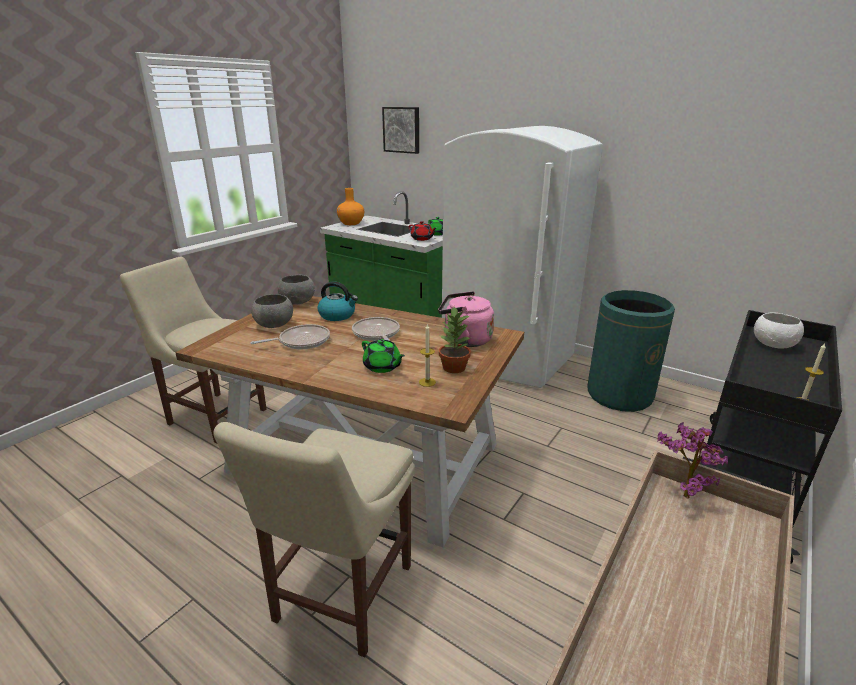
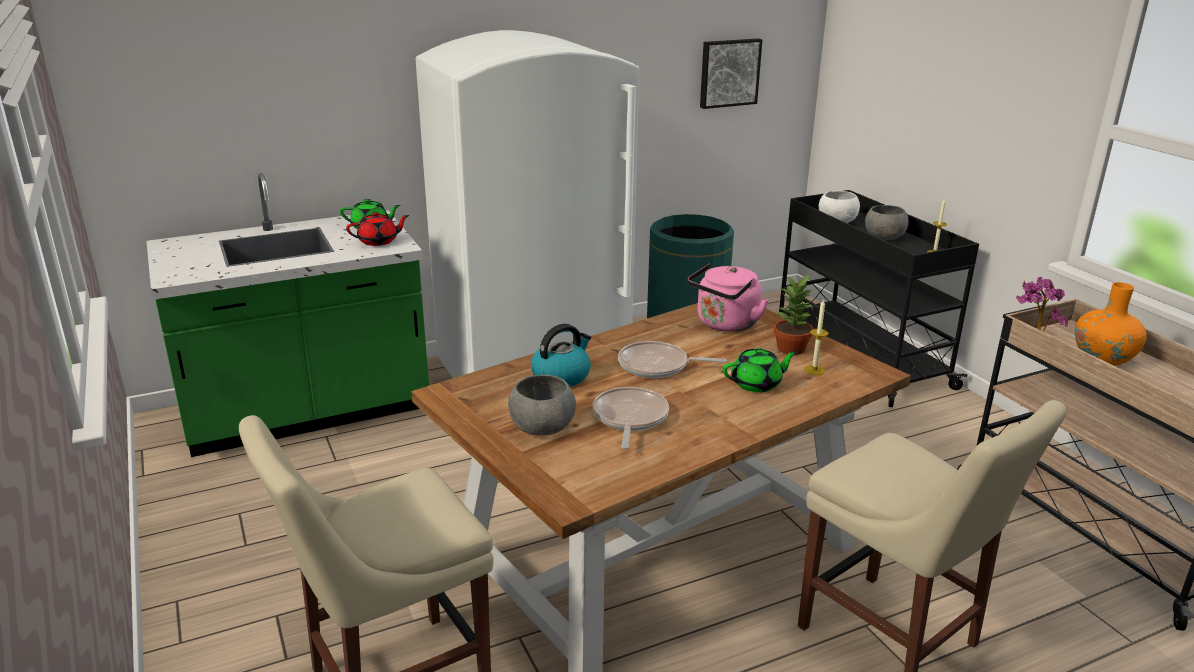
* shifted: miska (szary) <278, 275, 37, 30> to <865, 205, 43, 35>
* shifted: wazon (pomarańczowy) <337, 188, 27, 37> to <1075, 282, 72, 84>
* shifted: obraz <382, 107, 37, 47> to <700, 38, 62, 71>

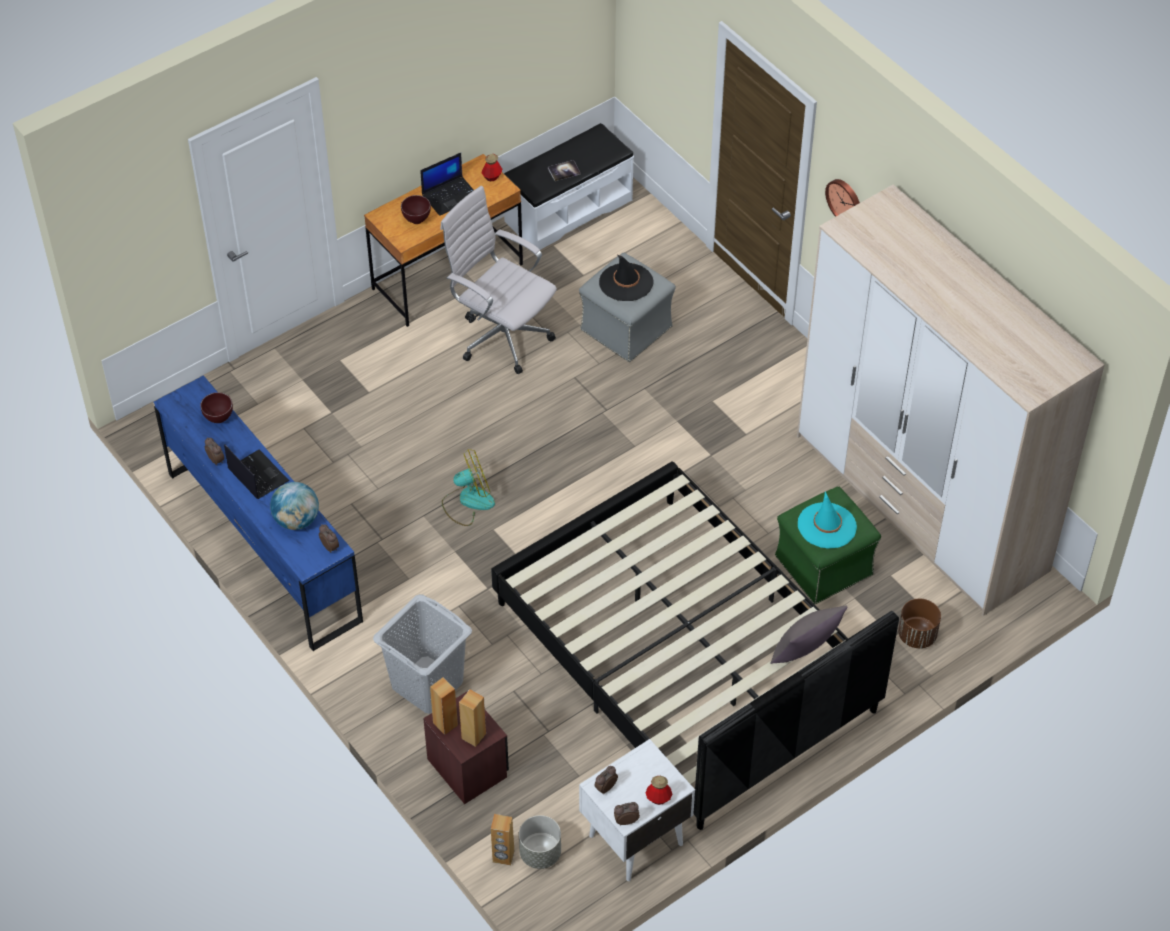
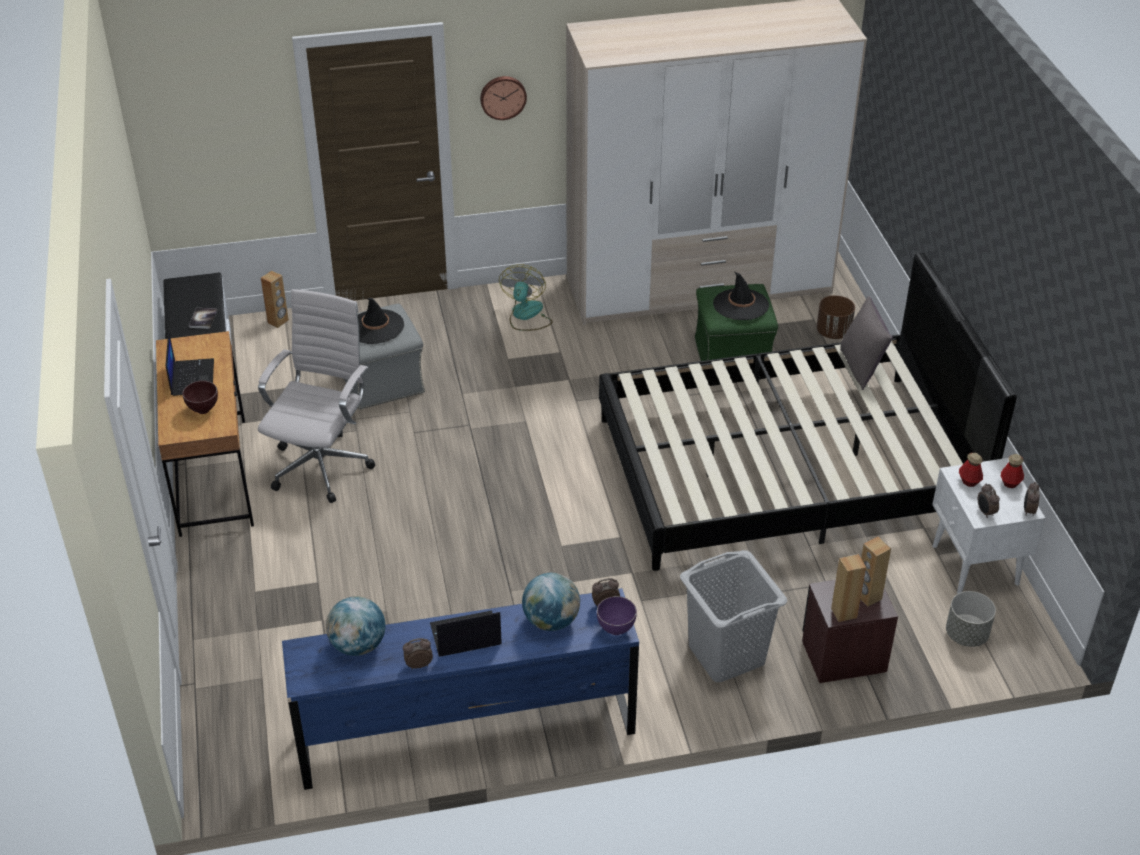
* swapped: miska (brązowy) <200, 392, 33, 31> to globus <326, 596, 60, 60>
* rotated: krzesło biurowe (biały) <440, 186, 117, 188> = <258, 289, 117, 214> 135 degrees clockwise
* shifted: wentylator <442, 450, 53, 76> to <499, 264, 53, 67>
* shifted: butelka <481, 154, 21, 28> to <959, 453, 24, 34>
* shifted: głośnik (brązowy) <491, 814, 23, 52> to <261, 271, 28, 57>
* repainted: kapelusz (turkusowy) <798, 492, 59, 57> to kapelusz (czarny) <713, 271, 56, 49>
* new: miska (fioletowy) <597, 596, 40, 39>

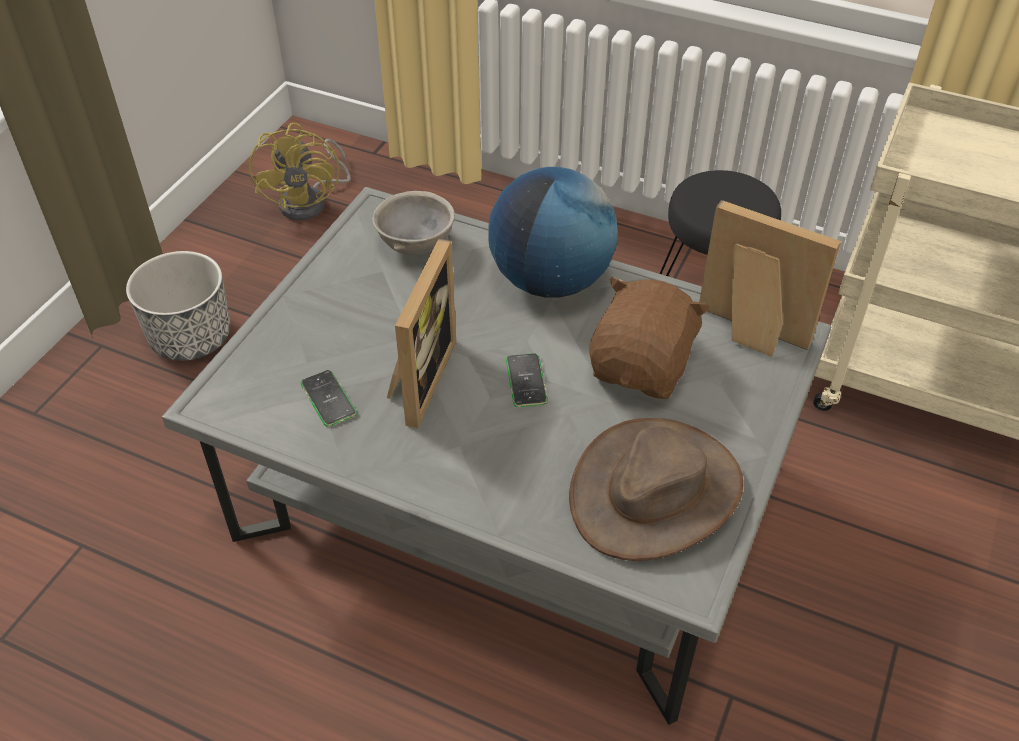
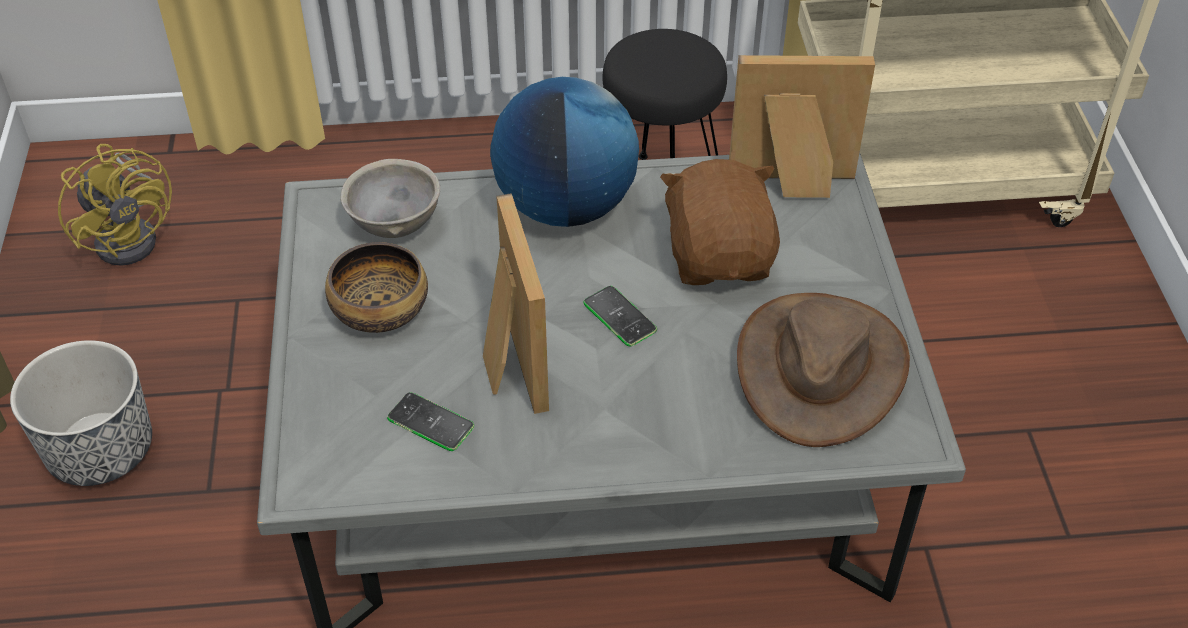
* new: miska <325, 242, 103, 91>

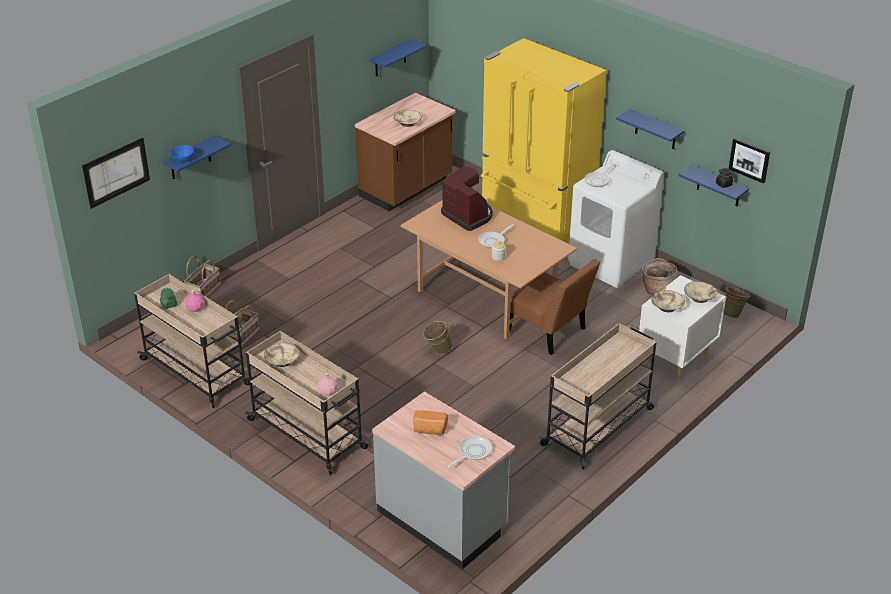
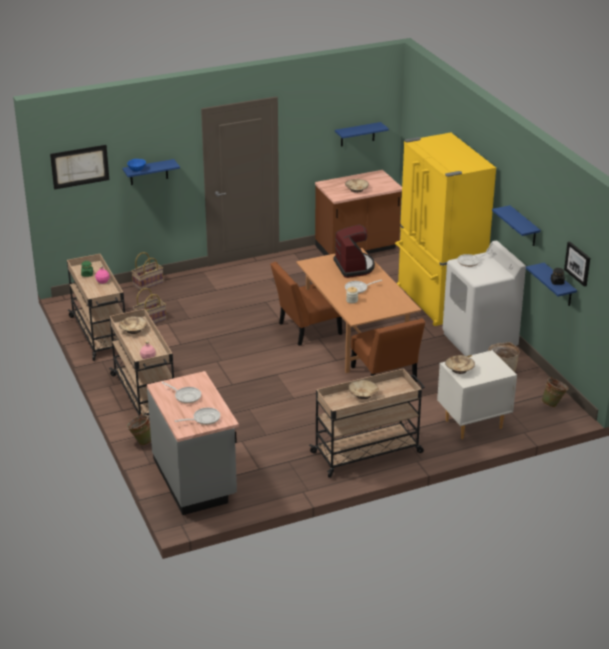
* swapped: chleb <413, 410, 35, 25> to patelnia <162, 382, 39, 21>
* shifted: wiadro (zielony) <423, 321, 30, 33> to <127, 413, 24, 33>
* shifted: miska (beżowy) <684, 281, 34, 22> to <348, 379, 31, 20>
* new: krzesło (brązowy) <270, 262, 72, 84>

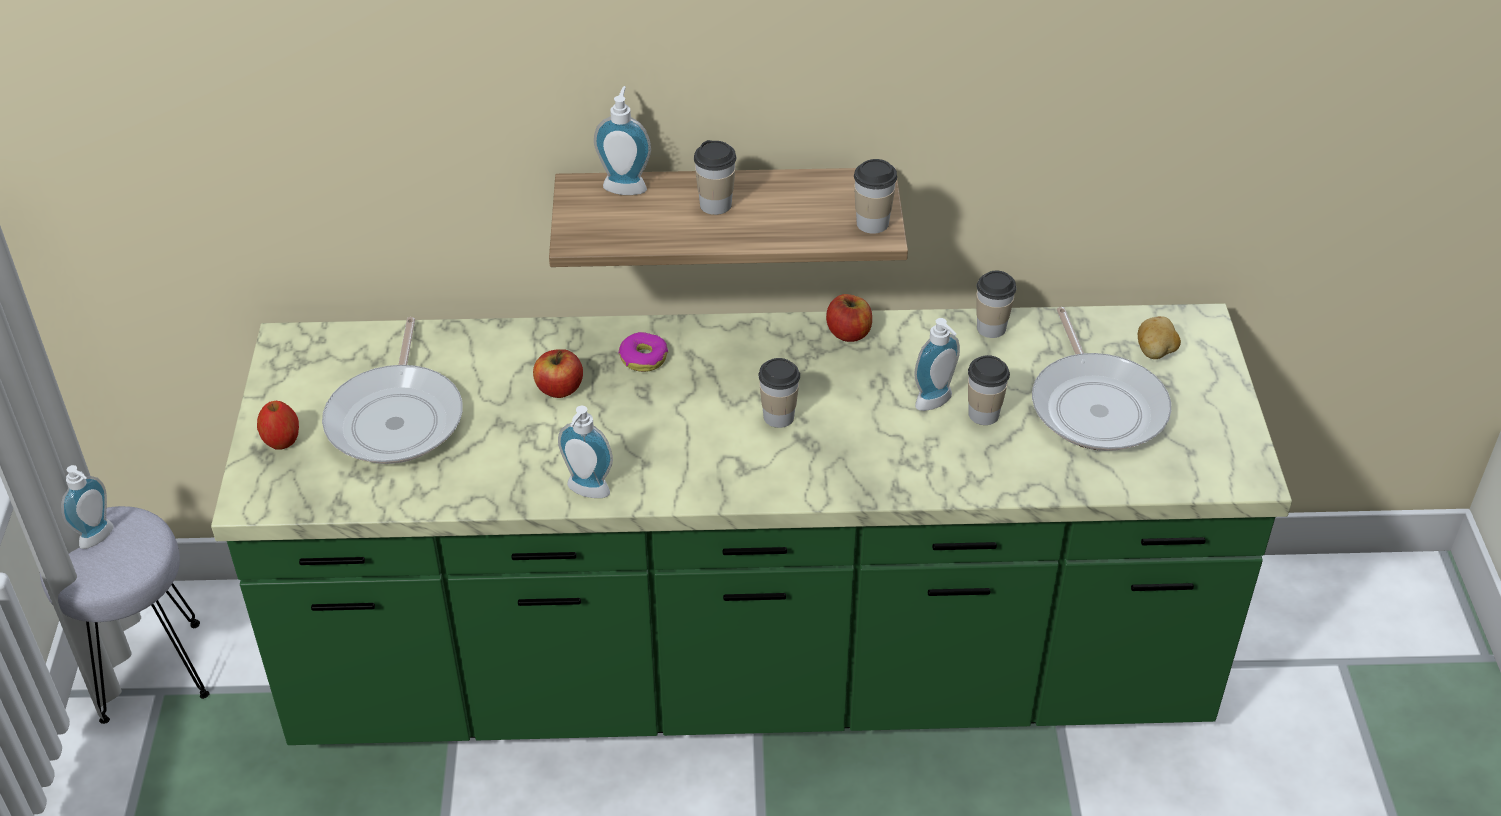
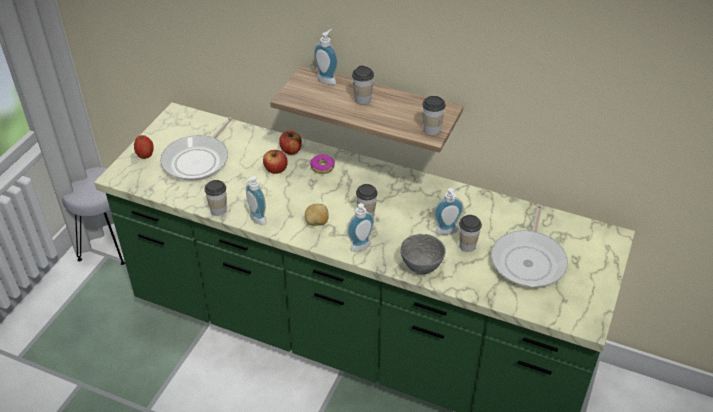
* shifted: dozownik mydła <61, 465, 53, 84> to <347, 203, 27, 49>
* shifted: jabłko <826, 294, 46, 48> to <279, 130, 23, 25>
* shifted: filiżanka <976, 271, 40, 67> to <205, 180, 22, 36>
* shifted: ziemniak <1138, 316, 43, 43> to <305, 203, 24, 23>
* new: miska (szary) <400, 234, 46, 40>

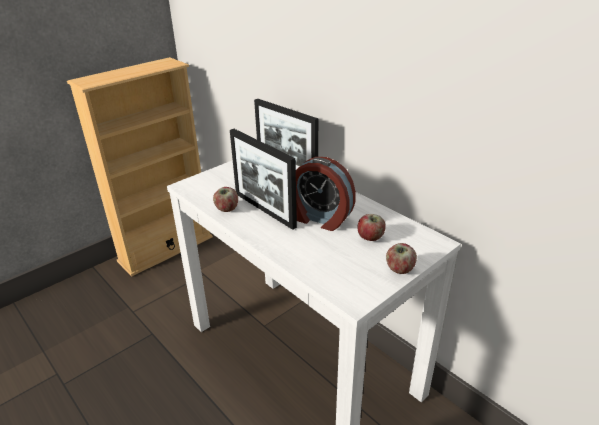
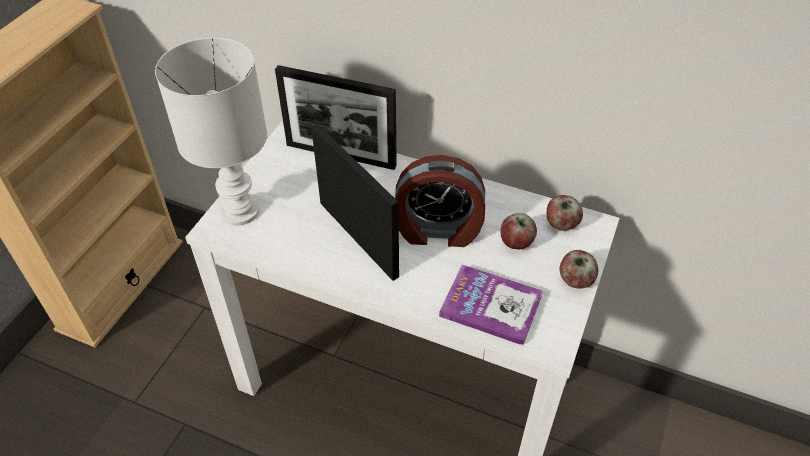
* shifted: jabłko <213, 187, 25, 25> to <547, 195, 36, 36>
* rotated: ramka na zdjęcie <230, 129, 67, 101> = <311, 124, 88, 157> 150 degrees counterclockwise
* new: lampa stołowa (biały) <155, 37, 112, 188>
* new: książka <439, 264, 104, 81>

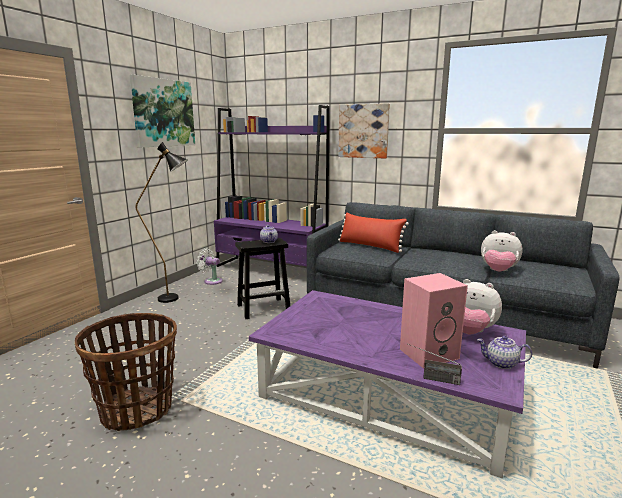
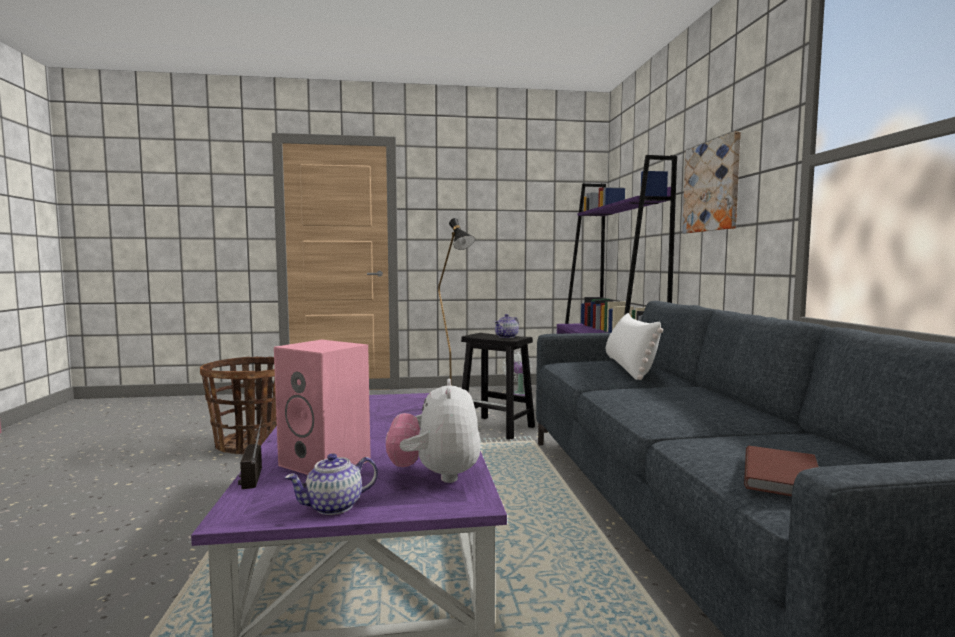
* gone: obraz <130, 74, 65, 73>
* repainted: poduszka (czerwony) <338, 212, 71, 41> to poduszka (biały) <606, 313, 57, 67>
* rotated: imbryk <477, 336, 55, 33> = <285, 453, 93, 62> 105 degrees counterclockwise
* gone: pluszak <481, 230, 41, 41>
* new: książka (brązowy) <744, 446, 74, 50>

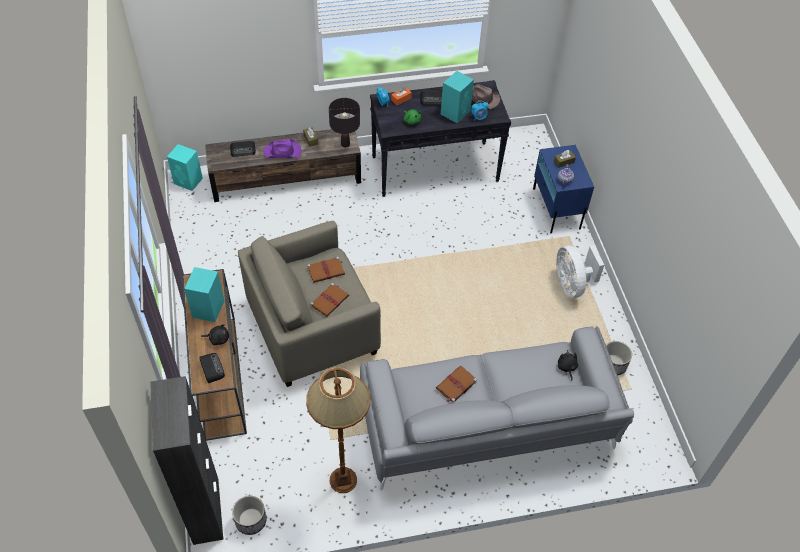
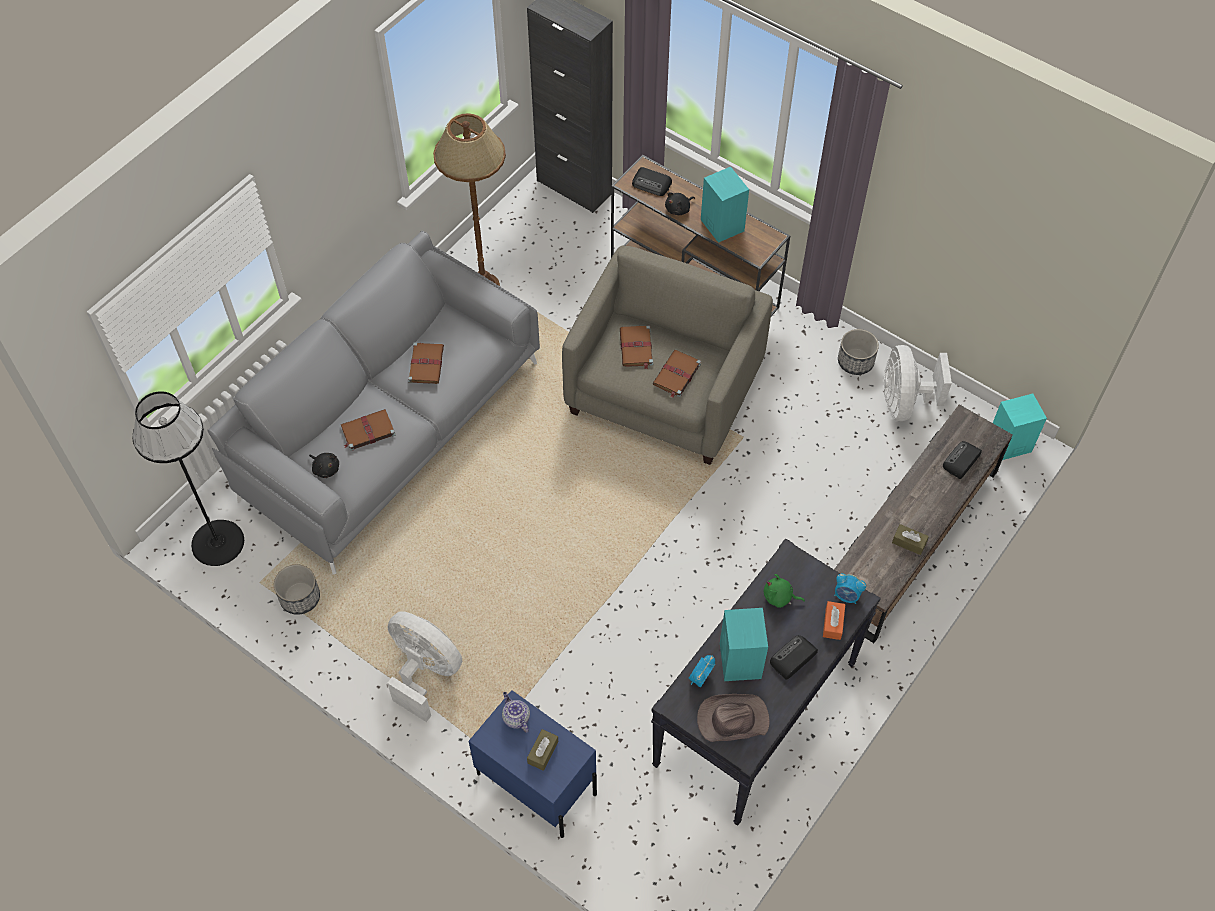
* shifted: donica <232, 496, 35, 39> to <838, 329, 41, 46>
* gone: kapelusz (fioletowy) <264, 139, 38, 19>
* gone: lampa stołowa (czarny) <329, 98, 31, 50>
* new: lampa stojąca (czarny) <132, 391, 112, 175>
* new: książka (brązowy) <341, 409, 55, 42>
* new: wentylator (biały) <884, 345, 68, 76>

